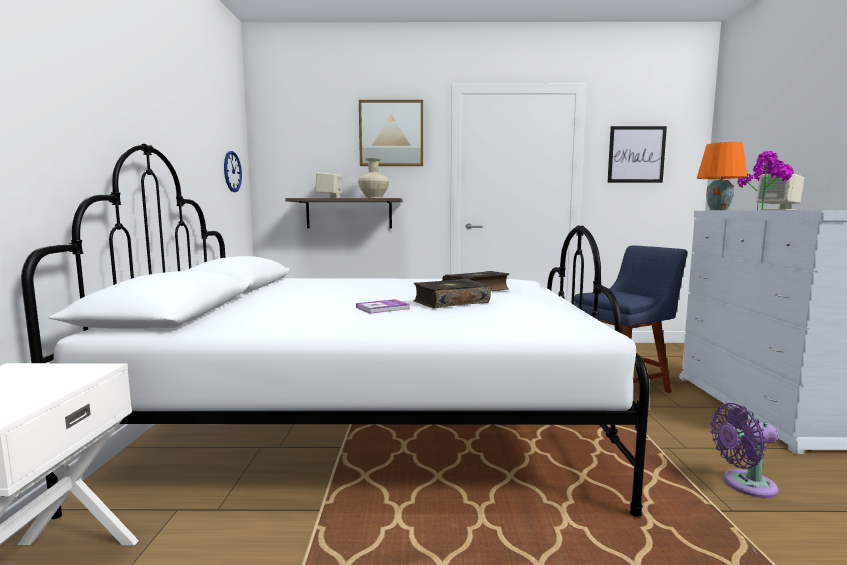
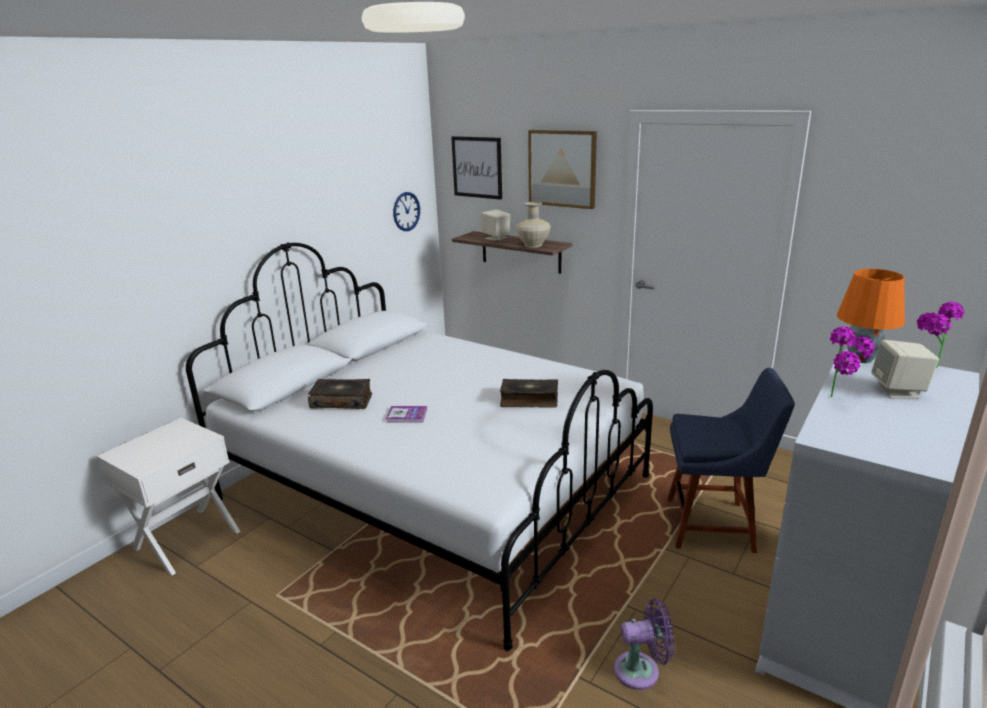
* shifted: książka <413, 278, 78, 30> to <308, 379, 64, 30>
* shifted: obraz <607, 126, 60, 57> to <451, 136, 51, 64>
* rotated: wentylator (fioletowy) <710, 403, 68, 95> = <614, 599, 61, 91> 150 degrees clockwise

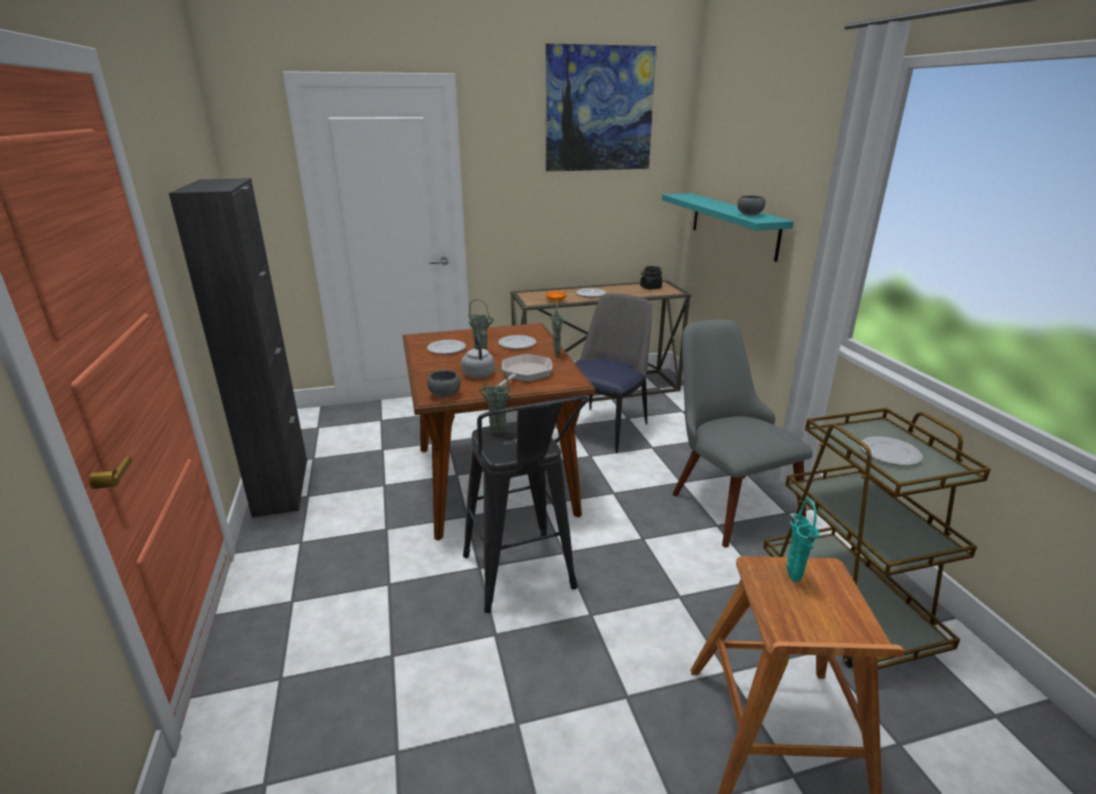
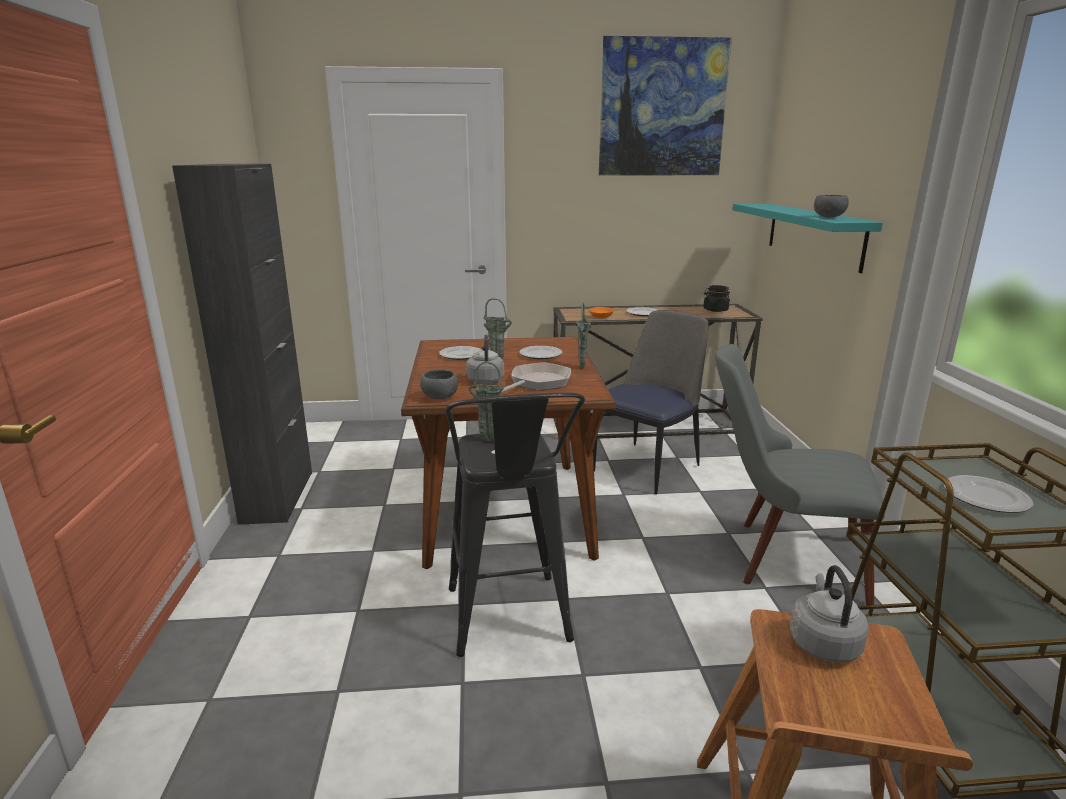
* rotated: krzesło (szary) <672, 320, 140, 228> = <715, 344, 170, 261> 60 degrees counterclockwise
* swapped: wazon (turkusowy) <787, 498, 32, 84> to czajnik (szary) <790, 565, 79, 98>

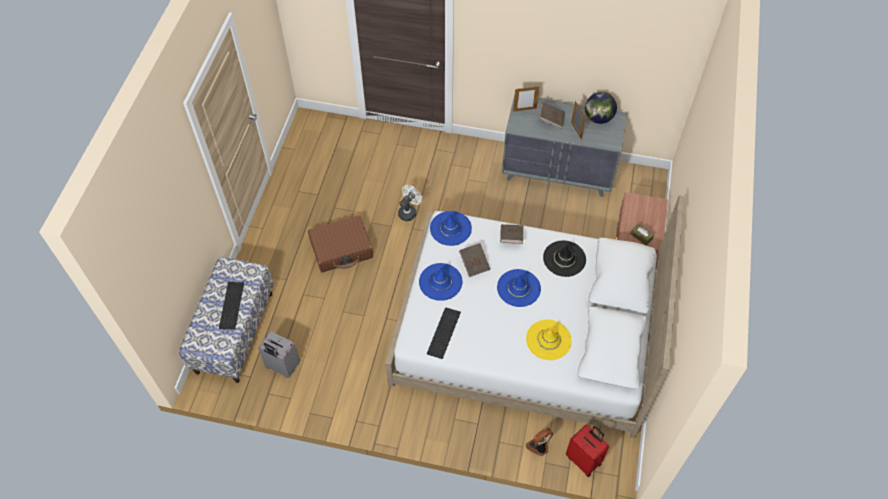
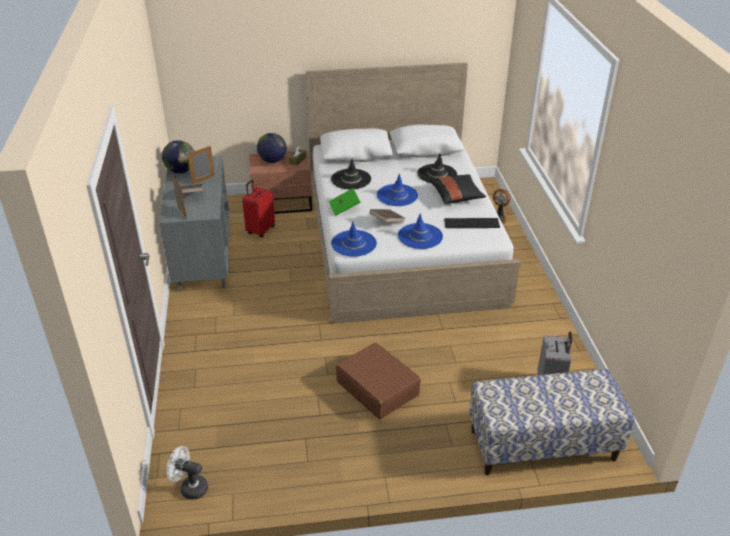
* gone: klawiatura <219, 282, 25, 48>
* shifted: wentylator (biały) <398, 185, 24, 36> to <166, 446, 42, 54>
* repainted: książka (brązowy) <500, 224, 23, 20> to książka (zielony) <329, 188, 32, 28>
* repainted: kapelusz (żółty) <526, 320, 46, 40> to kapelusz (czarny) <417, 154, 40, 29>
* shifted: walizka (czerwony) <566, 424, 43, 53> to <242, 180, 33, 58>
* new: globus <257, 133, 30, 30>
* new: poduszka (czarny) <430, 175, 56, 29>

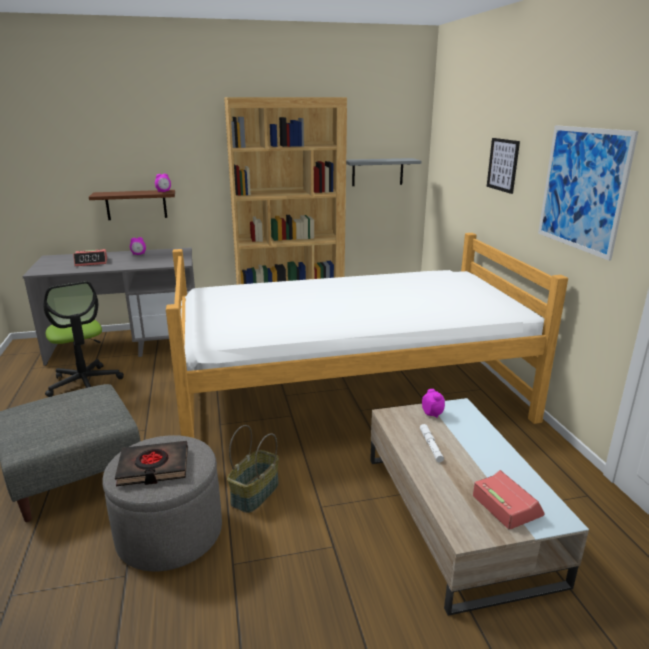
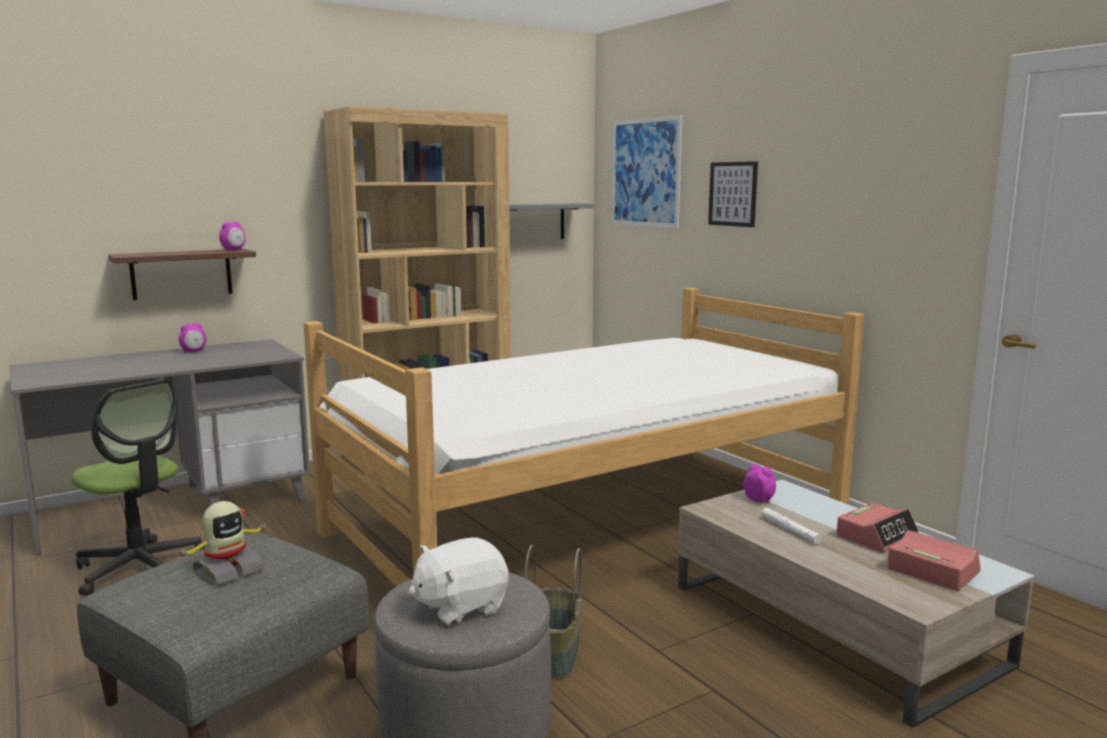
* shifted: budzik <73, 249, 34, 17> to <836, 502, 83, 51>
* swapped: książka (czarny) <115, 441, 73, 45> to pluszak (biały) <408, 538, 100, 88>
* shifted: obraz <538, 125, 101, 136> to <612, 115, 70, 113>
* new: robot zabawkowy <177, 501, 93, 84>

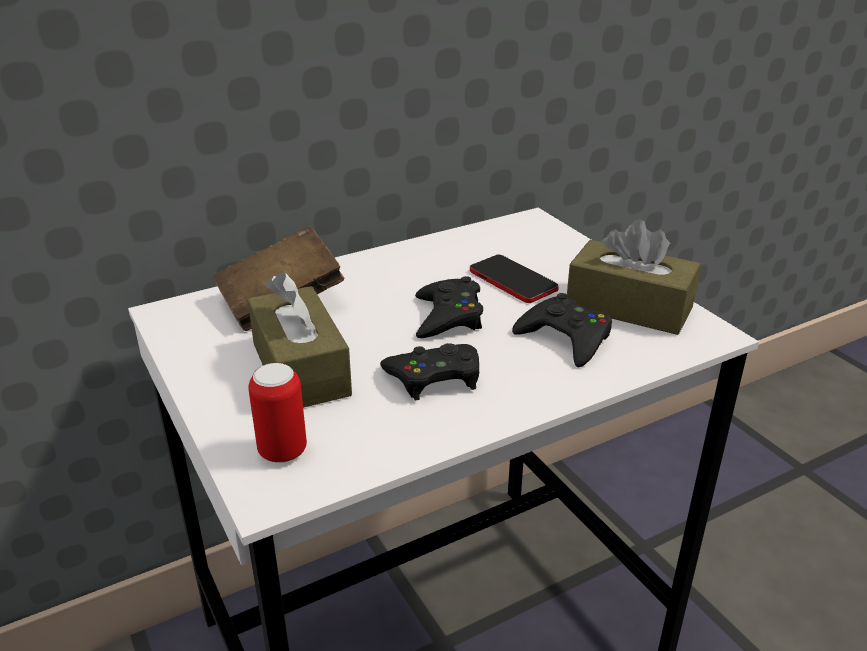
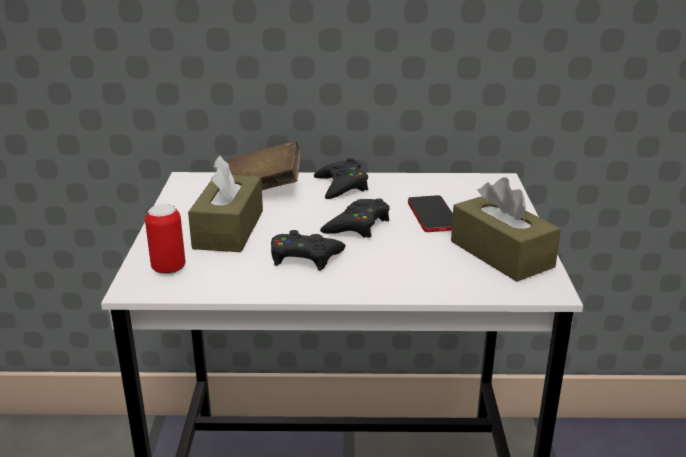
* shifted: pad do gier (czarny) <512, 293, 100, 74> to <314, 158, 54, 41>

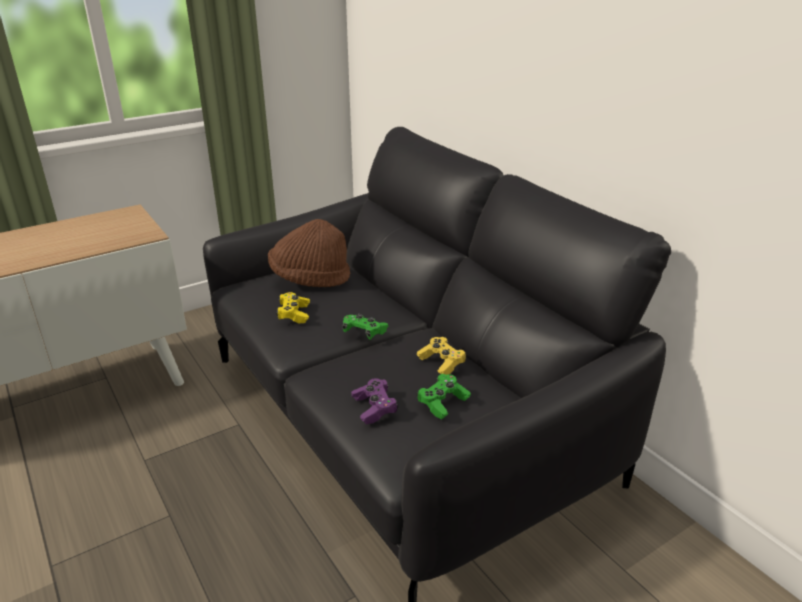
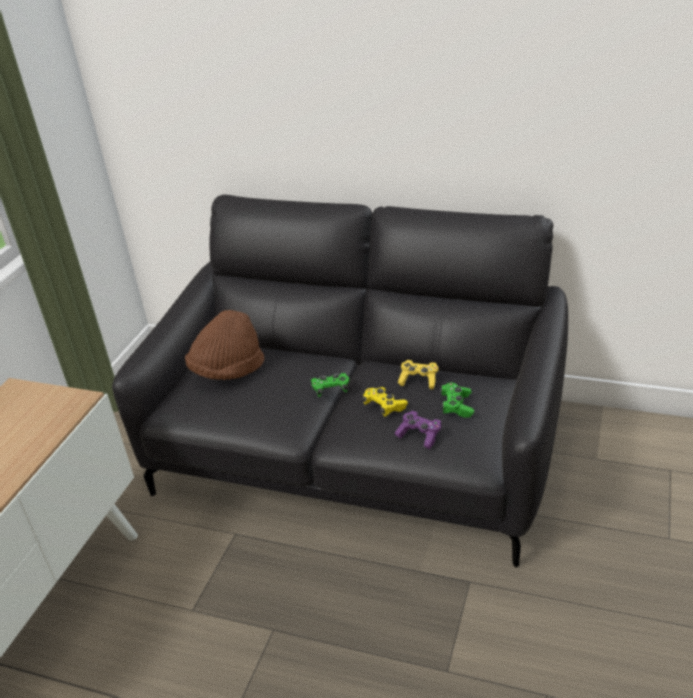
* shifted: pad do gier (żółty) <276, 292, 34, 31> to <362, 387, 46, 30>

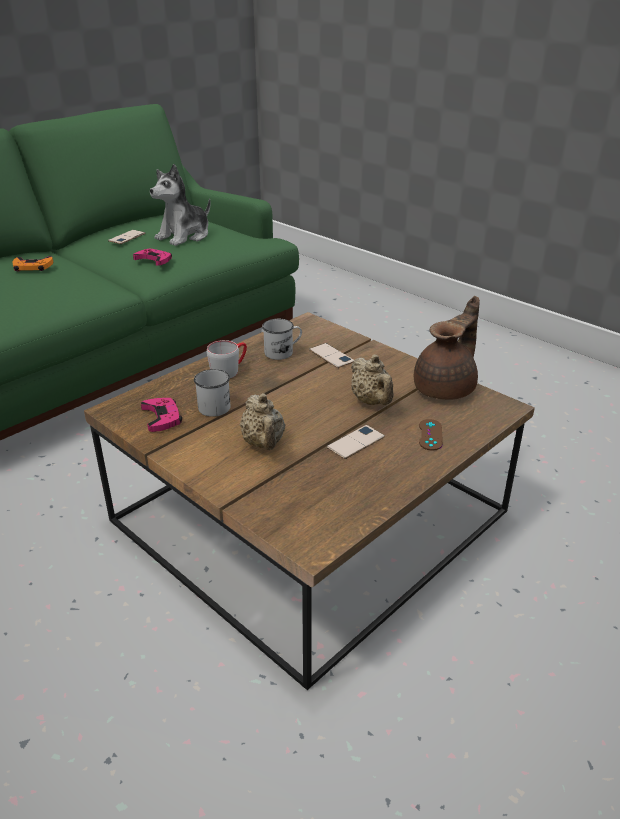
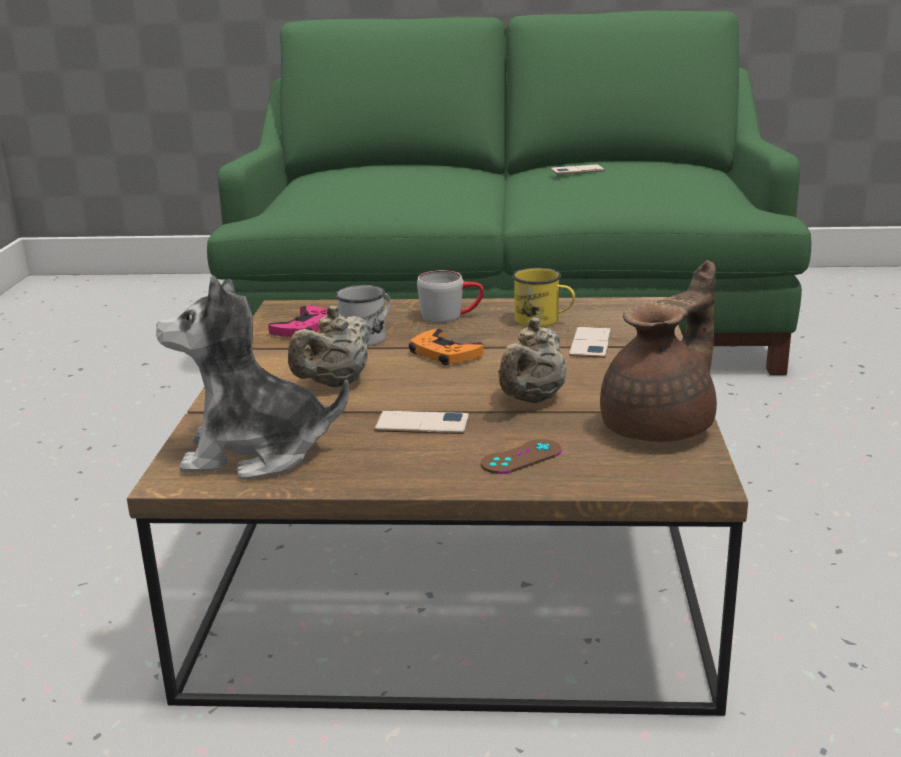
* shifted: pad do gier (pomarańczowy) <12, 256, 41, 15> to <409, 329, 75, 36>
* gone: pad do gier (różowy) <133, 248, 39, 18>
* shifted: pluszak <150, 164, 61, 82> to <156, 275, 193, 205>
* repainted: kubek (biały) <262, 319, 40, 41> to kubek (żółty) <513, 268, 62, 59>
* rotated: imbryk (brązowy) <414, 296, 66, 104> = <600, 260, 117, 182> 45 degrees counterclockwise

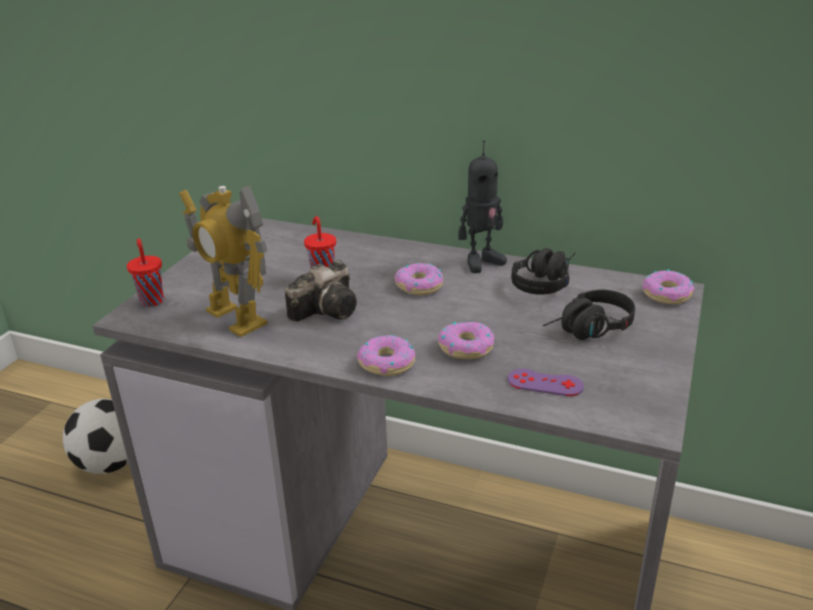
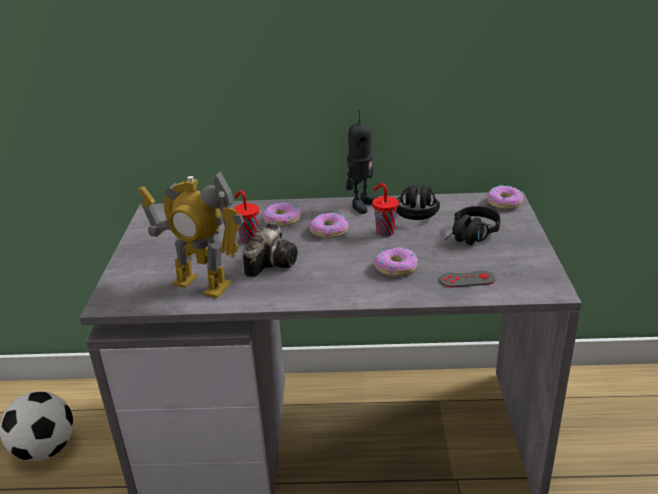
* shifted: filiżanka (czerwony) <127, 239, 37, 68> to <372, 183, 27, 53>
* shifted: donut <357, 335, 58, 41> to <263, 202, 37, 24>
* repainted: pad do gier (fioletowy) <508, 369, 76, 27> to pad do gier (szary) <439, 270, 56, 17>

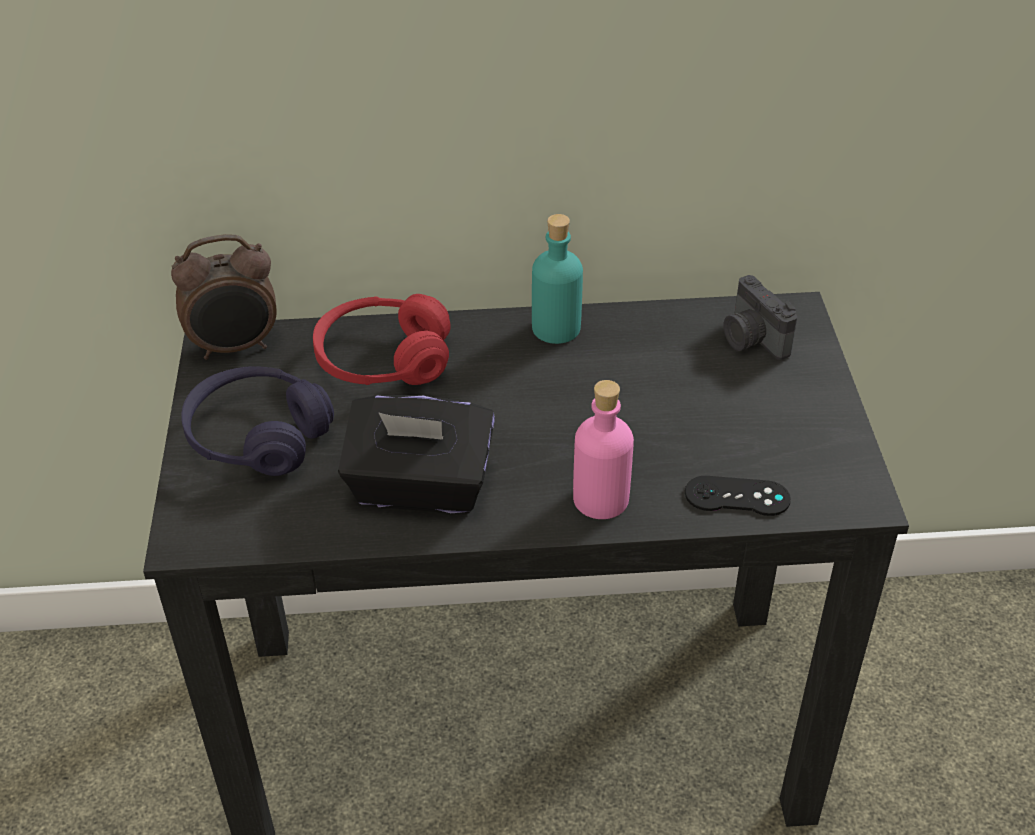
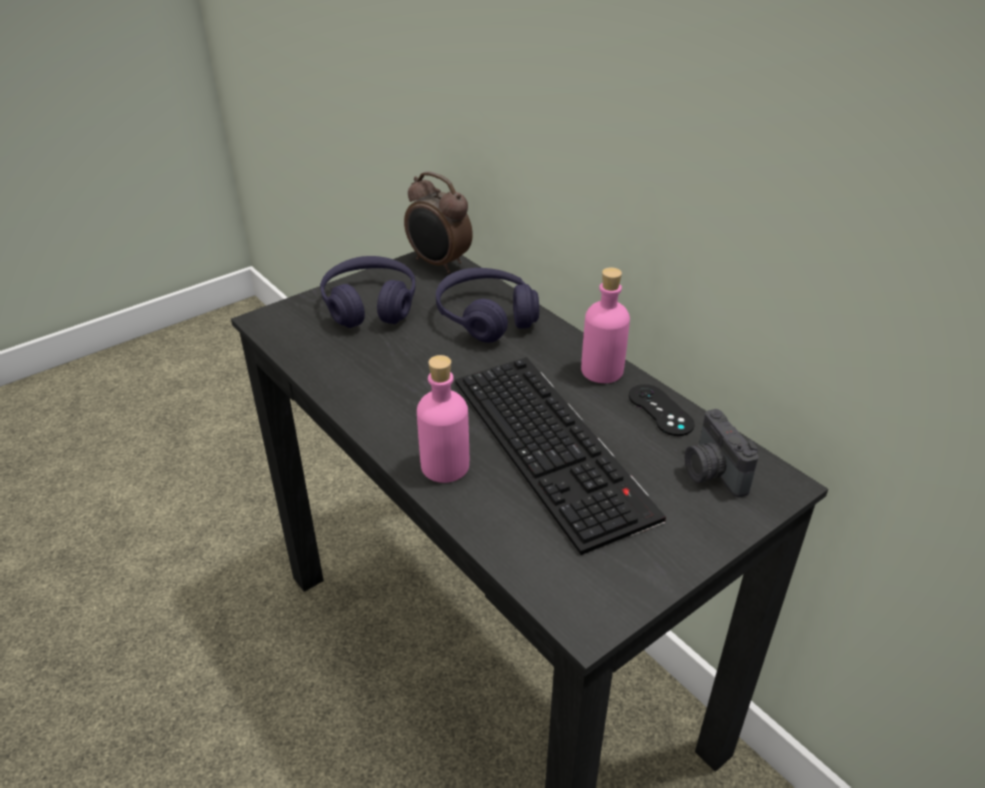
* repainted: słuchawki (czerwony) <313, 294, 138, 91> to słuchawki (fioletowy) <436, 268, 103, 75>
* gone: pudełko chusteczek (czarny) <338, 395, 157, 118>
* repainted: butelka (turkusowy) <532, 214, 51, 130> to butelka (różowy) <581, 267, 49, 116>
* shifted: pad do gier (czarny) <685, 476, 106, 40> to <629, 384, 66, 52>
* rotated: aparat fotograficzny <724, 275, 73, 85> = <685, 409, 73, 89> 45 degrees counterclockwise
* new: klawiatura <455, 357, 211, 198>

